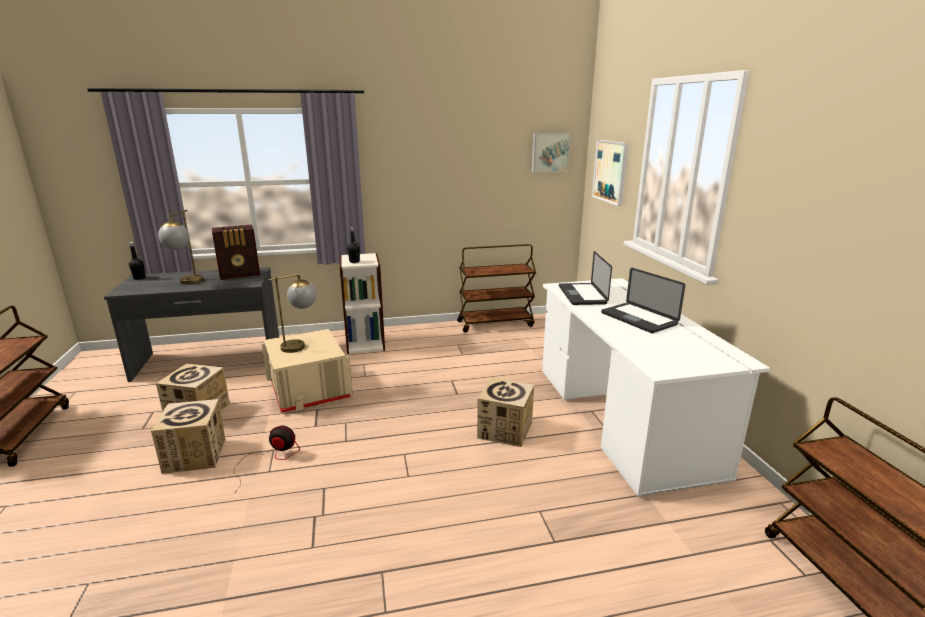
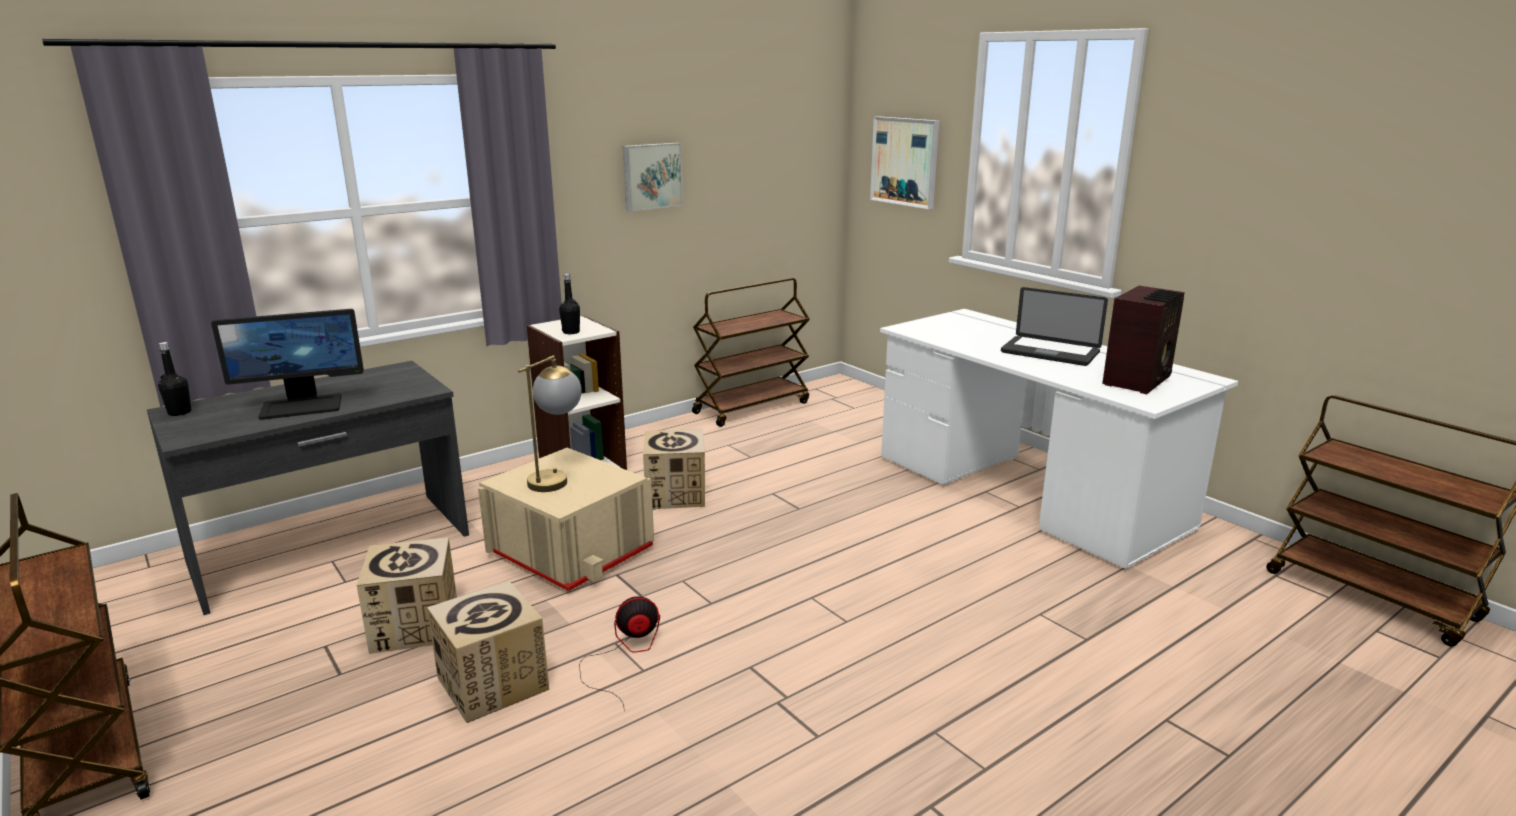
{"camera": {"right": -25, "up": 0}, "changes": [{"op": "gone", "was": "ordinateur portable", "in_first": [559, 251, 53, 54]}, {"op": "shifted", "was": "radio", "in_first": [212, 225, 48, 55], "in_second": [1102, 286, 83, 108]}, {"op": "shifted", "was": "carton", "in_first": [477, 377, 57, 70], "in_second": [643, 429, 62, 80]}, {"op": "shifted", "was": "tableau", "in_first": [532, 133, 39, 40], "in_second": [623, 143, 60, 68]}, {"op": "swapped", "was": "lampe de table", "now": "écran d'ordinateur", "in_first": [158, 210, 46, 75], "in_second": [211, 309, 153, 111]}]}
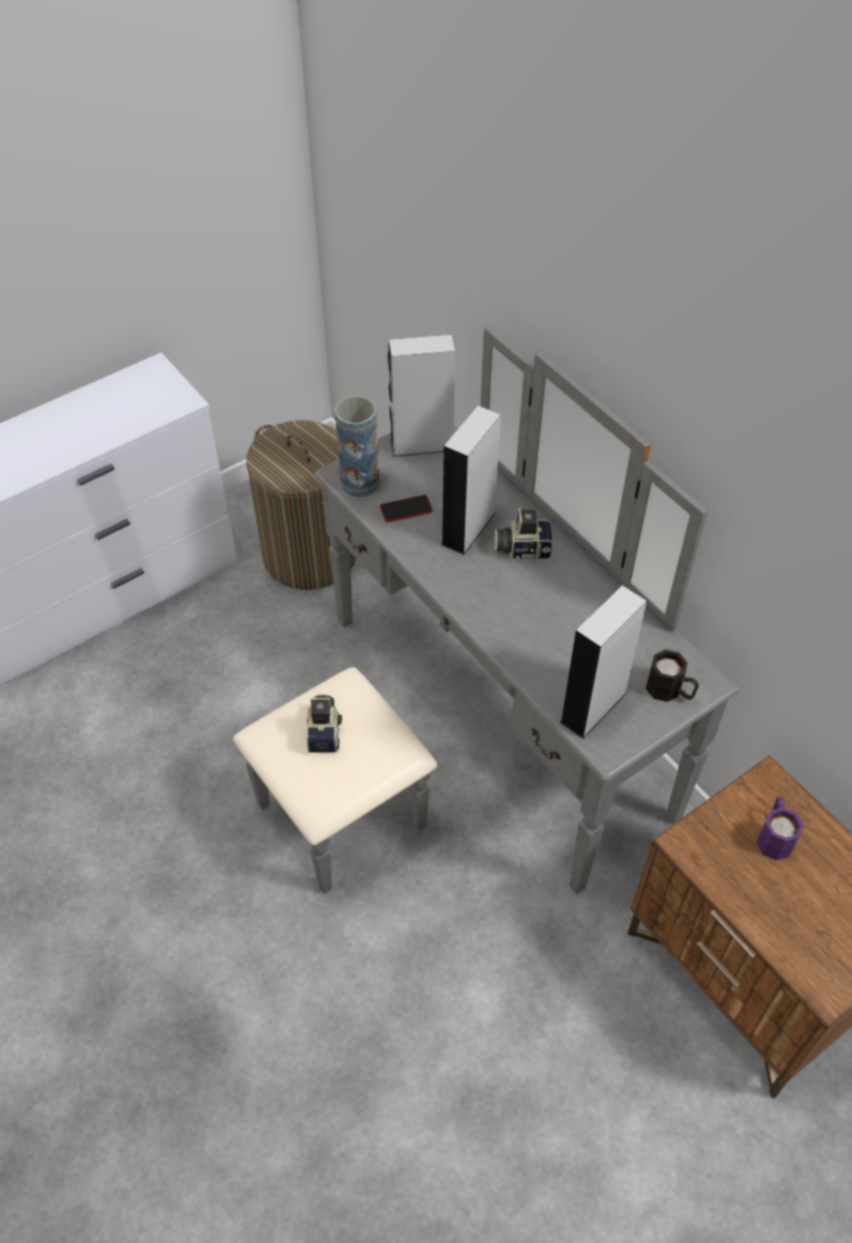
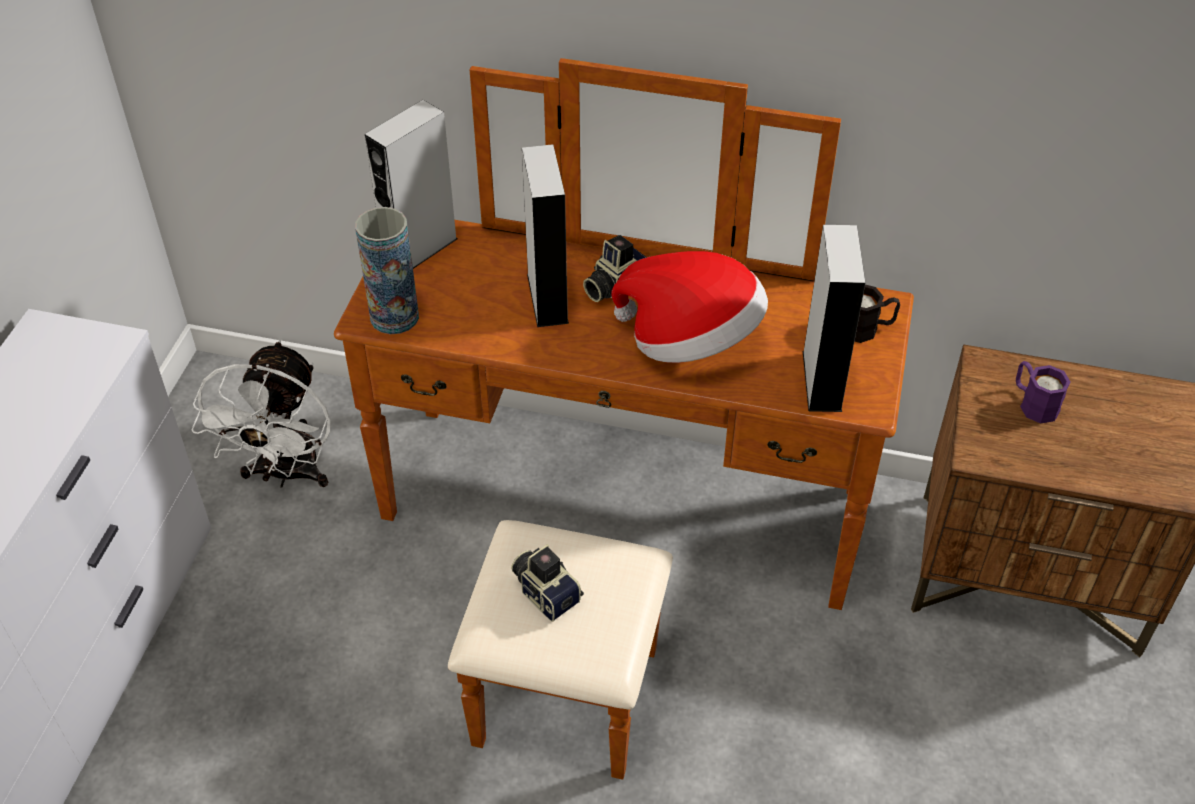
{"camera": {"right": -40, "up": -5}, "changes": [{"op": "gone", "was": "téléphone", "in_first": [380, 495, 53, 27]}, {"op": "new", "now": "chapeau", "in_second": [612, 251, 156, 112]}, {"op": "swapped", "was": "panier à linge", "now": "ventilateur/blanc", "in_first": [246, 420, 110, 170], "in_second": [192, 340, 139, 148]}, {"op": "repainted", "was": "commode/gris", "now": "commode/marron", "in_first": [233, 326, 505, 568], "in_second": [334, 58, 580, 722]}]}
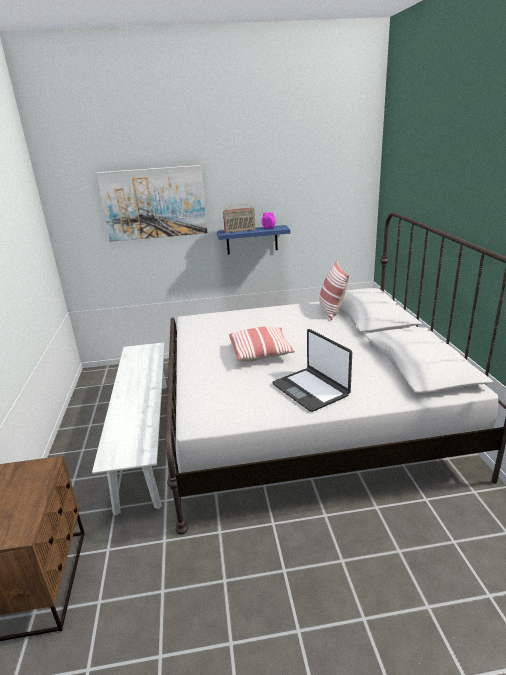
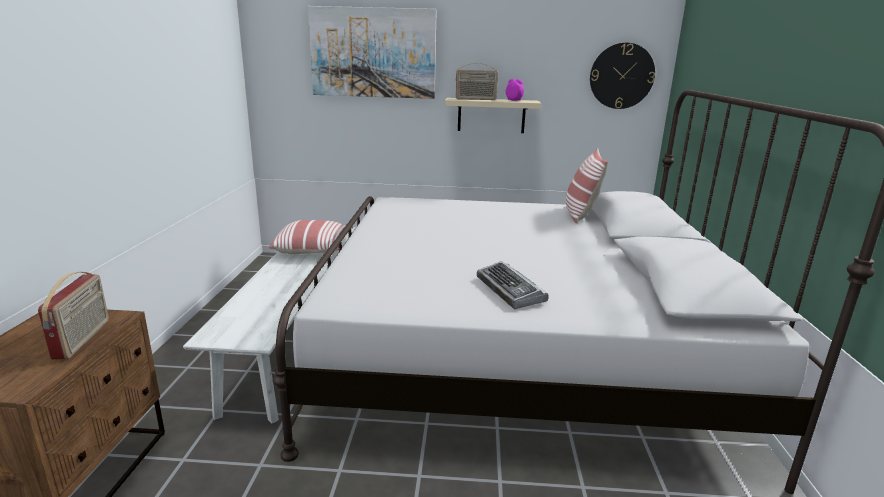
{"camera": {"right": 10, "up": -5}, "changes": [{"op": "new", "now": "radio", "in_second": [38, 272, 71, 87]}, {"op": "new", "now": "horloge murale", "in_second": [590, 43, 65, 66]}, {"op": "shifted", "was": "coussin", "in_first": [229, 326, 66, 36], "in_second": [269, 220, 84, 34]}, {"op": "swapped", "was": "ordinateur portable", "now": "clavier", "in_first": [272, 329, 80, 83], "in_second": [477, 261, 72, 48]}, {"op": "repainted", "was": "étagère/bleu", "now": "étagère/beige", "in_first": [217, 225, 73, 30], "in_second": [445, 98, 97, 35]}]}
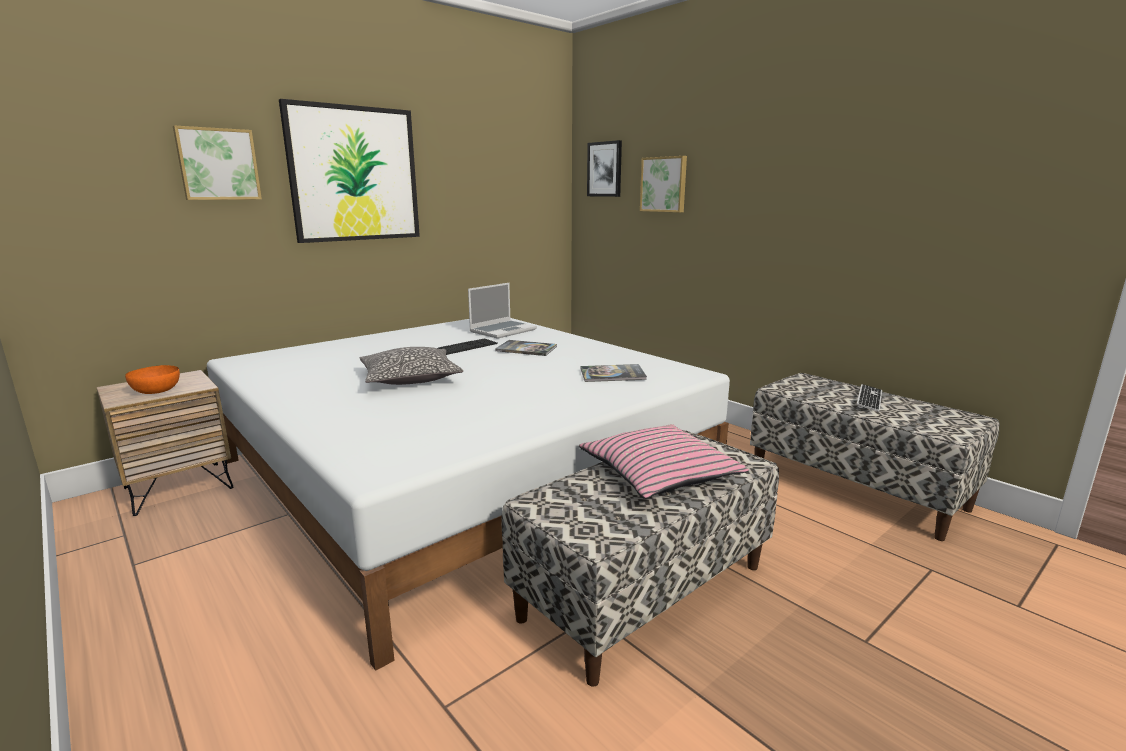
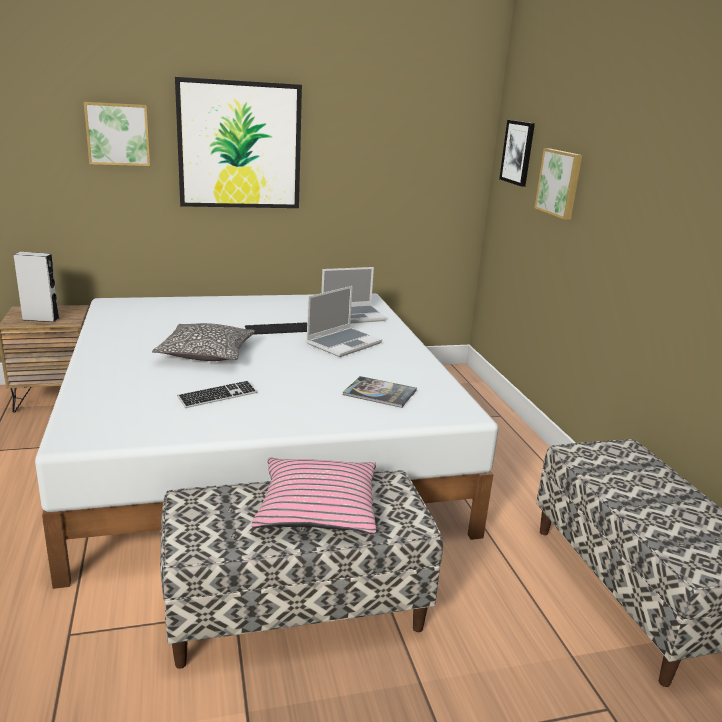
{"camera": {"right": 25, "up": 5}, "changes": [{"op": "shifted", "was": "clavier", "in_first": [856, 384, 26, 28], "in_second": [177, 380, 80, 28]}, {"op": "swapped", "was": "bol/orange", "now": "enceinte/gris", "in_first": [125, 365, 55, 29], "in_second": [14, 252, 45, 70]}, {"op": "swapped", "was": "livre", "now": "ordinateur portable", "in_first": [495, 340, 62, 16], "in_second": [306, 286, 76, 71]}]}
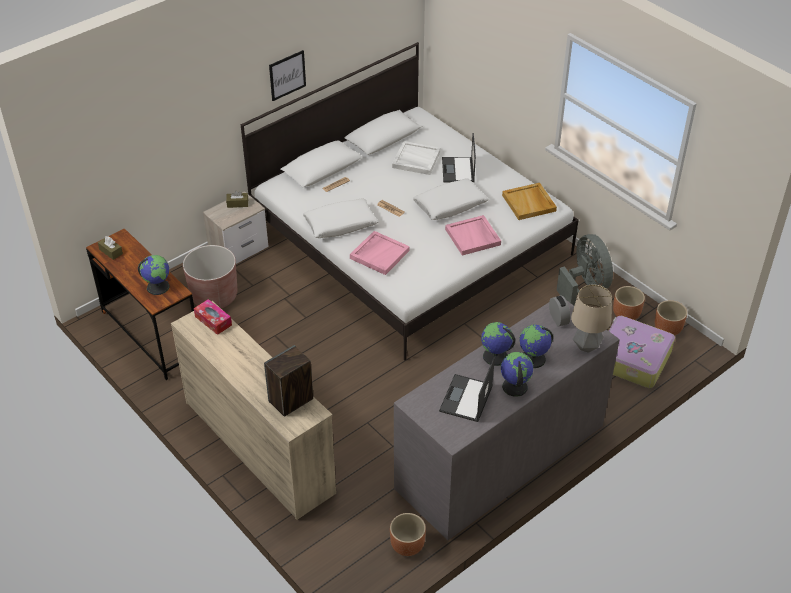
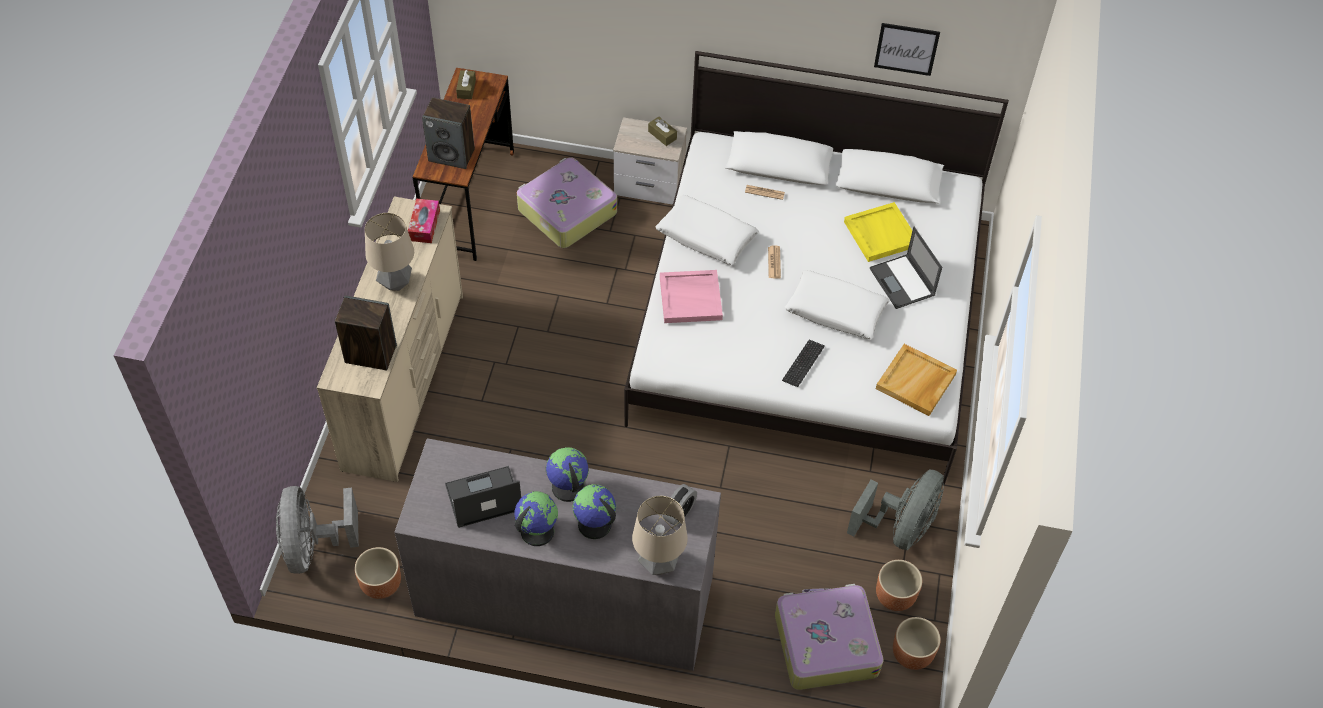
{"camera": {"right": 50, "up": 10}, "changes": [{"op": "new", "now": "ventilateur/gris", "in_second": [276, 486, 83, 88]}, {"op": "new", "now": "lampe de table", "in_second": [365, 213, 49, 78]}, {"op": "shifted", "was": "tableau", "in_first": [269, 50, 37, 51], "in_second": [874, 23, 66, 53]}, {"op": "swapped", "was": "globe", "now": "enceinte", "in_first": [138, 255, 32, 40], "in_second": [422, 97, 53, 72]}, {"op": "swapped", "was": "cache-pot/marron", "now": "valise", "in_first": [183, 245, 54, 63], "in_second": [517, 157, 100, 91]}, {"op": "swapped", "was": "plateau/rose", "now": "clavier", "in_first": [445, 215, 56, 41], "in_second": [782, 339, 43, 48]}, {"op": "repainted", "was": "plateau/blanc", "now": "plateau/jaune", "in_first": [392, 141, 49, 34], "in_second": [844, 202, 69, 60]}, {"op": "rotated", "was": "ordinateur portable", "in_first": [442, 133, 34, 49], "in_second": [870, 227, 72, 82], "clockwise": -75}]}
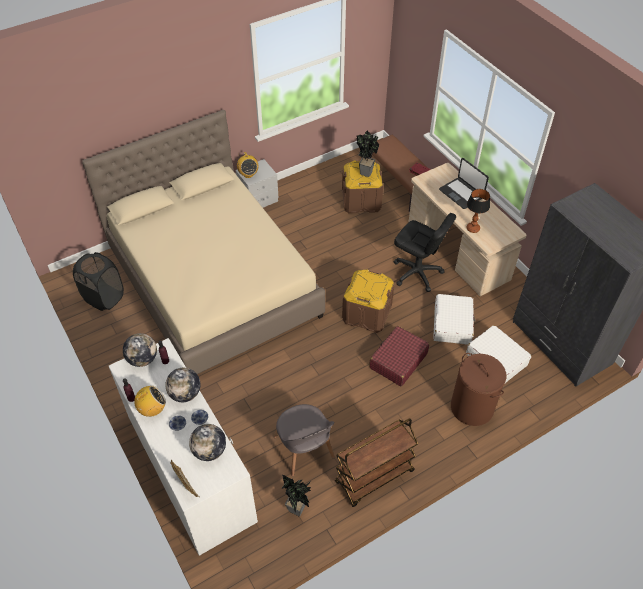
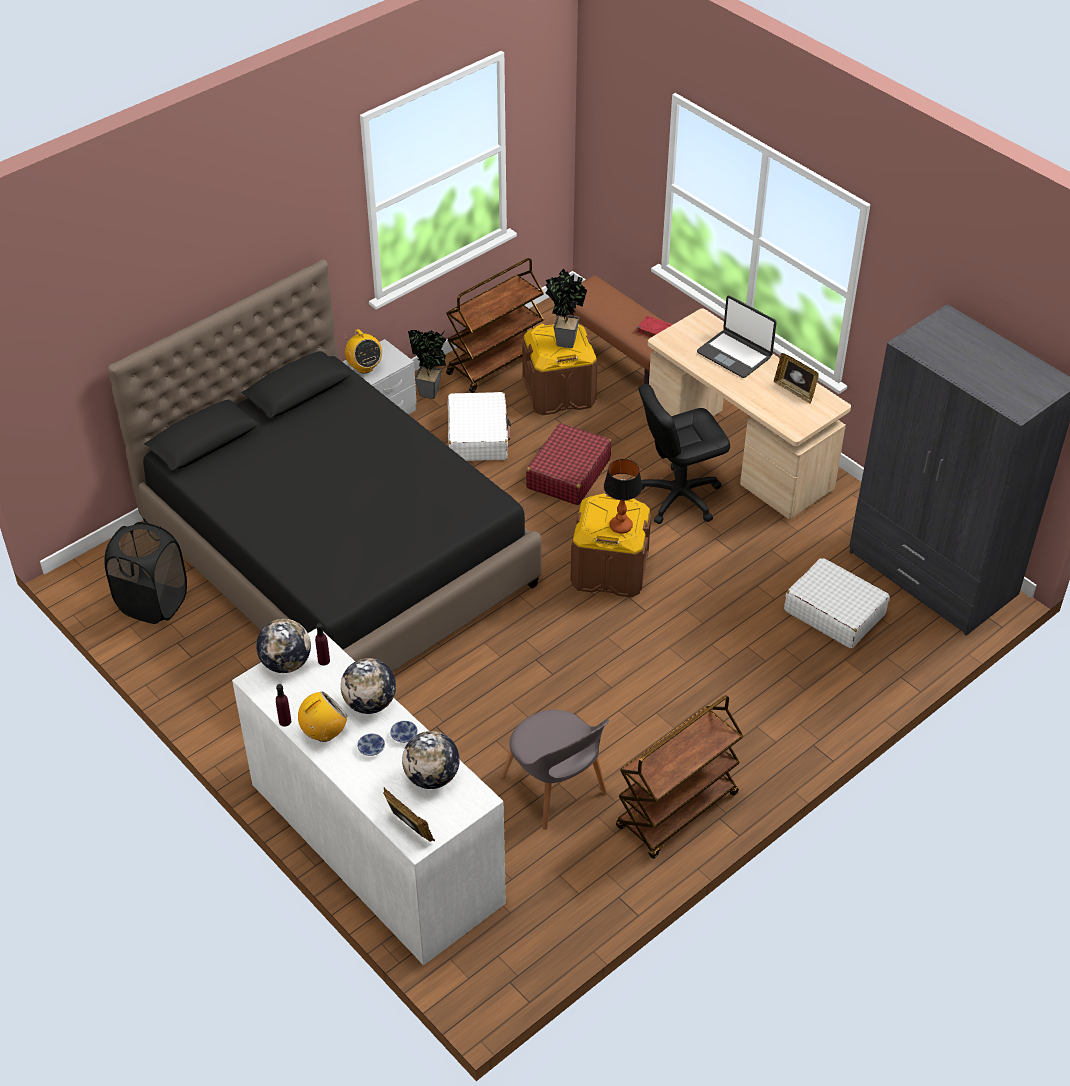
{"camera": {"right": -10, "up": -5}, "changes": [{"op": "gone", "was": "panier à linge/marron", "in_first": [451, 353, 55, 73]}, {"op": "new", "now": "chariot/marron", "in_second": [446, 258, 98, 135]}, {"op": "new", "now": "cadre photo", "in_second": [774, 353, 45, 51]}, {"op": "shifted", "was": "plante en pot", "in_first": [281, 474, 30, 42], "in_second": [408, 330, 38, 69]}, {"op": "shifted", "was": "valise/rouge", "in_first": [369, 326, 60, 60], "in_second": [526, 423, 85, 82]}, {"op": "shifted", "was": "valise/blanc", "in_first": [433, 294, 42, 51], "in_second": [448, 392, 63, 69]}, {"op": "shifted", "was": "lampe de table", "in_first": [467, 189, 23, 44], "in_second": [604, 459, 38, 75]}, {"op": "repainted", "was": "lit/beige", "now": "lit/noir", "in_first": [82, 110, 243, 264], "in_second": [107, 260, 435, 412]}, {"op": "rotated", "was": "chaise de bureau/noir", "in_first": [394, 213, 62, 79], "in_second": [638, 384, 92, 140], "clockwise": 135}]}
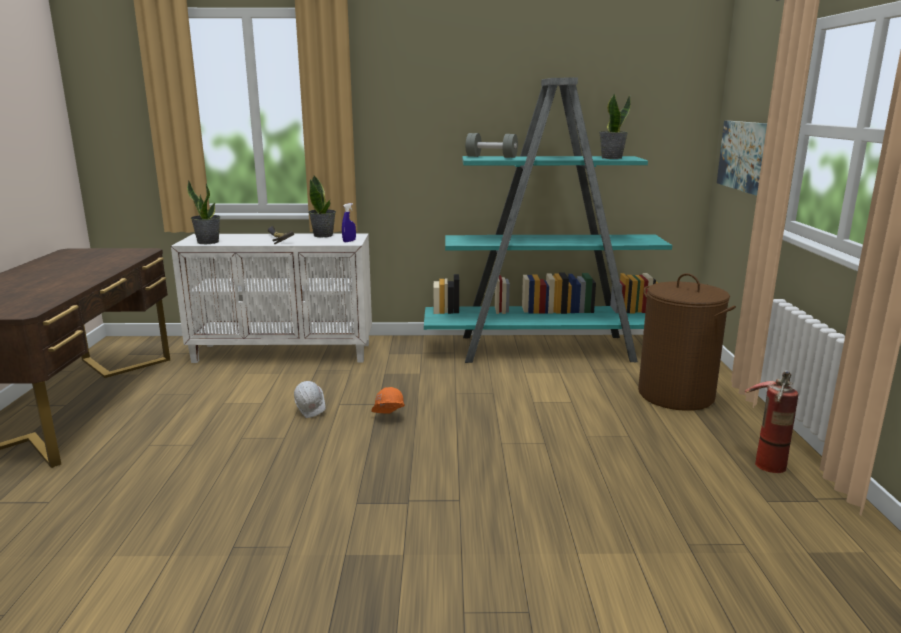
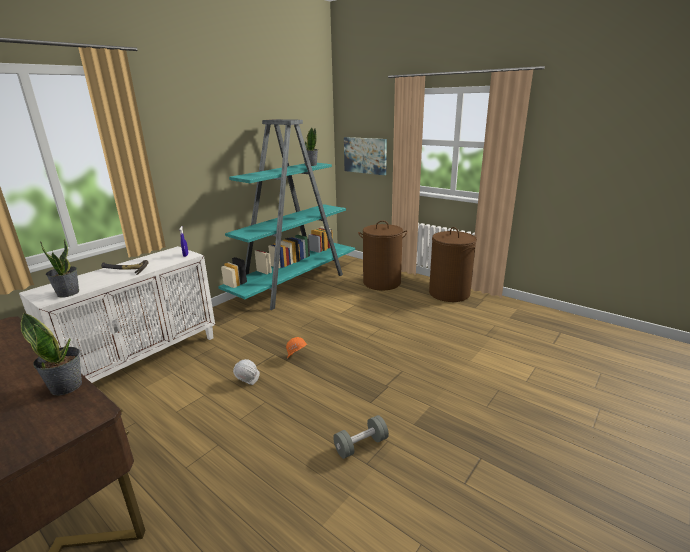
{"camera": {"right": -50, "up": 5}, "changes": [{"op": "shifted", "was": "plante en pot", "in_first": [309, 175, 27, 62], "in_second": [20, 312, 62, 84]}, {"op": "shifted", "was": "haltère/gris", "in_first": [466, 133, 52, 25], "in_second": [333, 415, 56, 44]}, {"op": "swapped", "was": "extincteur", "now": "panier à linge/marron", "in_first": [744, 370, 54, 103], "in_second": [429, 227, 48, 75]}]}
